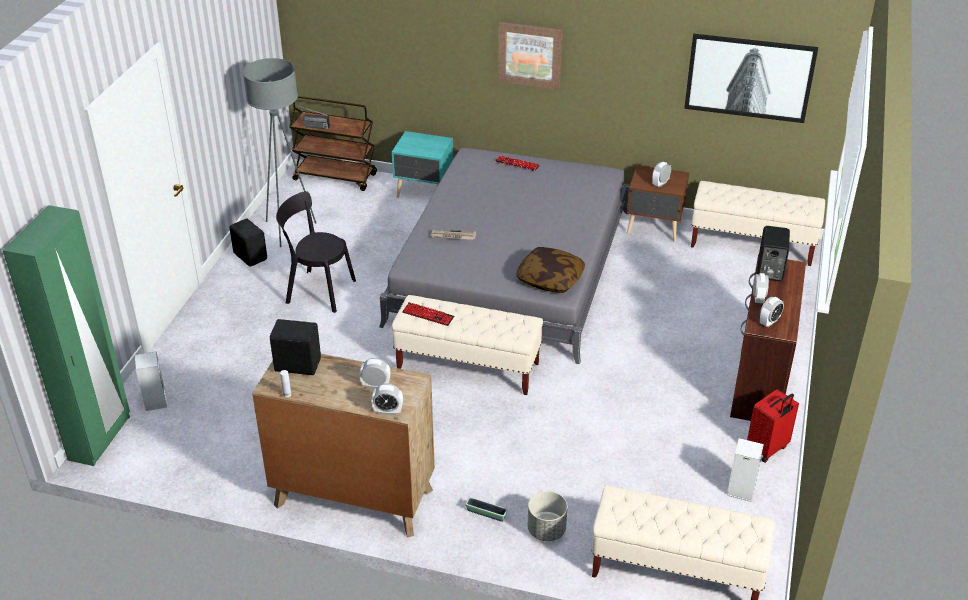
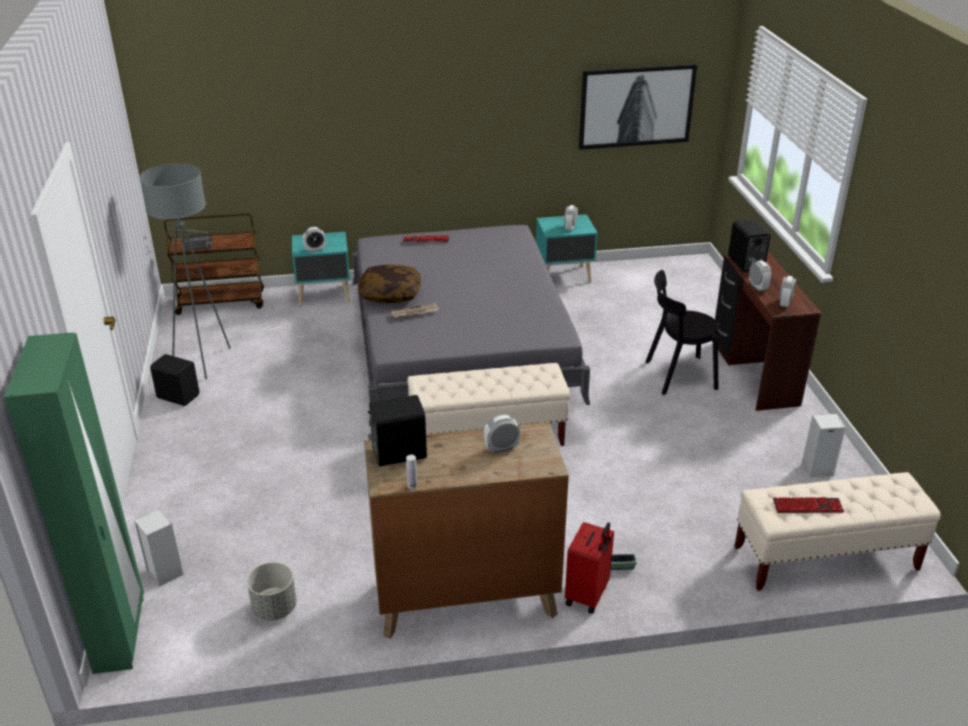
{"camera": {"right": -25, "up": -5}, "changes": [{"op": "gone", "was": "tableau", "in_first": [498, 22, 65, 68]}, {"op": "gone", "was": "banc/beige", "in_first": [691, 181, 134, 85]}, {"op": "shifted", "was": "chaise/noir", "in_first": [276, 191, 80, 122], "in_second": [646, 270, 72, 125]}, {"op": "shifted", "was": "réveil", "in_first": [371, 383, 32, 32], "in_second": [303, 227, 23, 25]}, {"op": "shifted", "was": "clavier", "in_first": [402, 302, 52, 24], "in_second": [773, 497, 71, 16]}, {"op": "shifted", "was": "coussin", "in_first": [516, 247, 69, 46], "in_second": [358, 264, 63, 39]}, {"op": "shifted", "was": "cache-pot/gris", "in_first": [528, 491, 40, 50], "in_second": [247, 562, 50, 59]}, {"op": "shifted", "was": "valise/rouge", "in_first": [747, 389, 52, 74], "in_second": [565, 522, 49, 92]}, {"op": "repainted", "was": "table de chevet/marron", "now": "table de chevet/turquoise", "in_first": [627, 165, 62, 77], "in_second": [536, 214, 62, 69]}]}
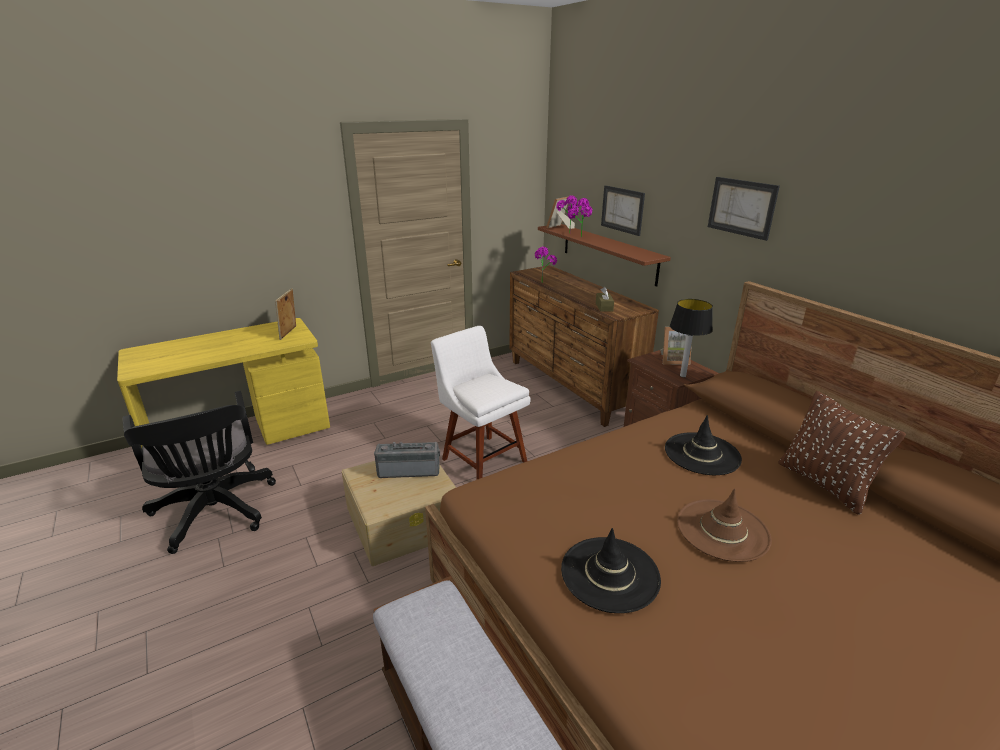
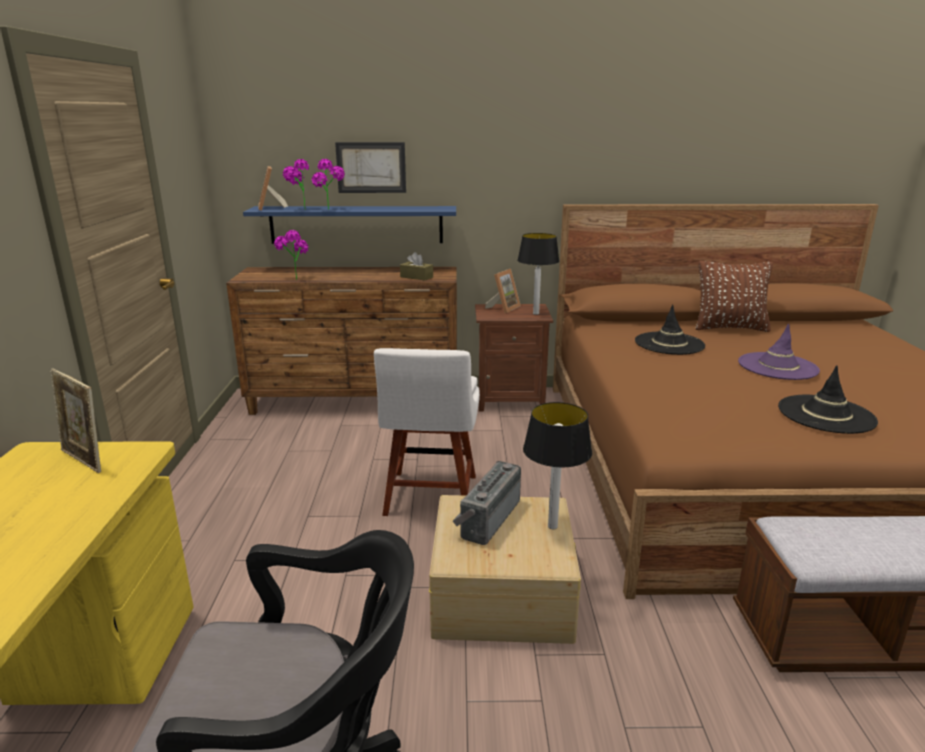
{"camera": {"right": -60, "up": -5}, "changes": [{"op": "gone", "was": "tableau", "in_first": [708, 177, 72, 64]}, {"op": "new", "now": "lampe de table", "in_second": [523, 402, 69, 127]}, {"op": "repainted", "was": "étagère/marron", "now": "étagère/bleu", "in_first": [538, 224, 133, 63], "in_second": [243, 206, 213, 38]}, {"op": "repainted", "was": "chapeau/marron", "now": "chapeau/violet", "in_first": [677, 488, 95, 74], "in_second": [738, 323, 82, 57]}, {"op": "rotated", "was": "chaise/blanc", "in_first": [431, 326, 100, 153], "in_second": [374, 348, 106, 168], "clockwise": -75}]}
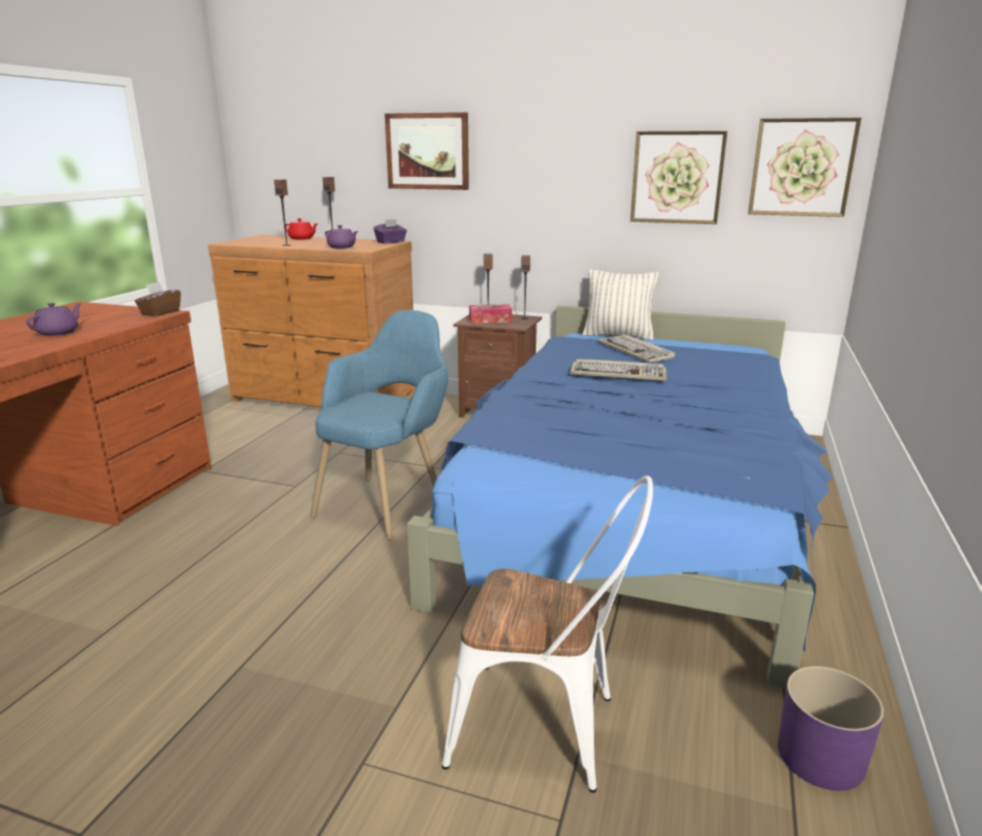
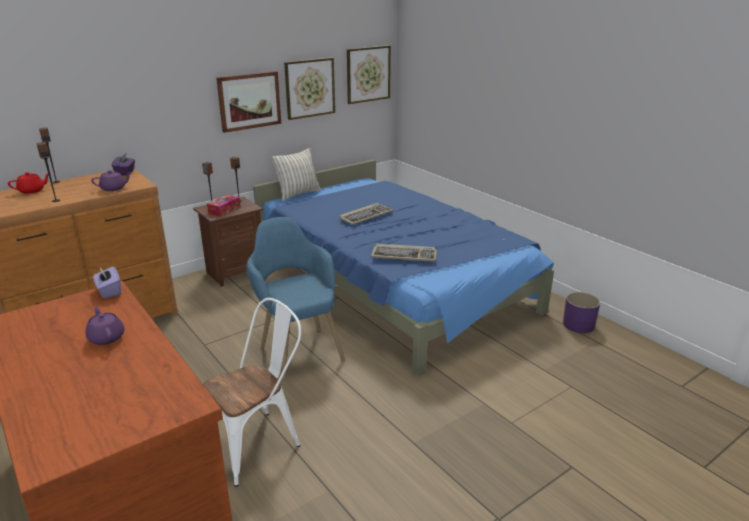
{"camera": {"right": -55, "up": 5}, "changes": [{"op": "shifted", "was": "tableau", "in_first": [385, 112, 84, 78], "in_second": [216, 71, 65, 62]}, {"op": "shifted", "was": "chaise/blanc", "in_first": [442, 476, 211, 317], "in_second": [203, 298, 98, 189]}, {"op": "shifted", "was": "clavier", "in_first": [598, 334, 77, 29], "in_second": [371, 244, 66, 18]}, {"op": "repainted", "was": "boîte à mouchoirs/marron", "now": "boîte à mouchoirs/violet", "in_first": [135, 282, 46, 34], "in_second": [93, 267, 28, 32]}]}
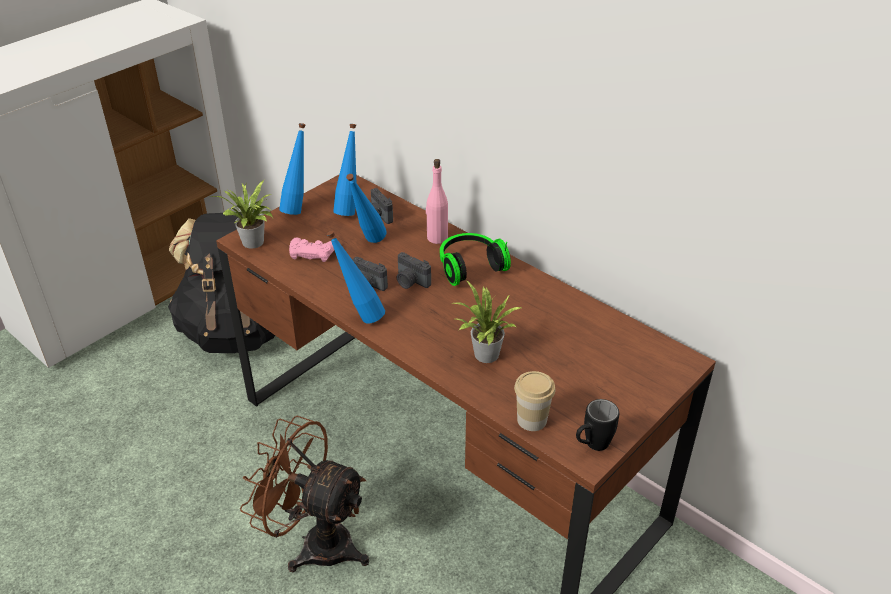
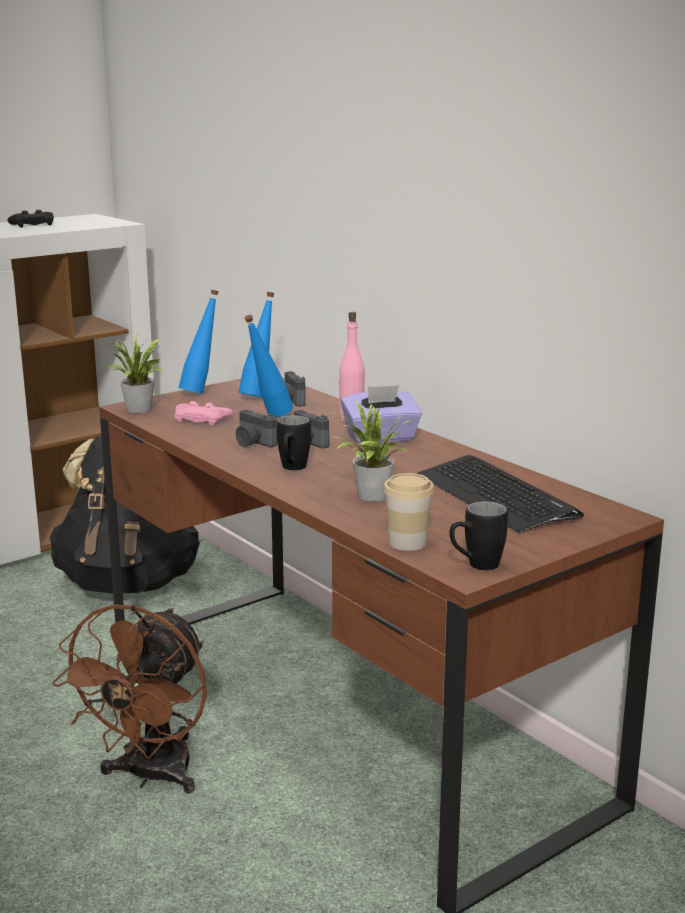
{"camera": {"right": 10, "up": -20}, "changes": [{"op": "gone", "was": "bouteille/bleu", "in_first": [327, 231, 58, 93]}, {"op": "new", "now": "manette/noir", "in_second": [7, 210, 47, 17]}, {"op": "new", "now": "mug/noir", "in_second": [277, 415, 34, 55]}, {"op": "new", "now": "clavier", "in_second": [417, 455, 167, 78]}, {"op": "swapped", "was": "casque audio", "now": "boîte à mouchoirs/violet", "in_first": [440, 233, 71, 53], "in_second": [341, 385, 81, 59]}, {"op": "rotated", "was": "ventilateur/marron", "in_first": [240, 416, 129, 156], "in_second": [52, 604, 155, 190], "clockwise": -105}]}
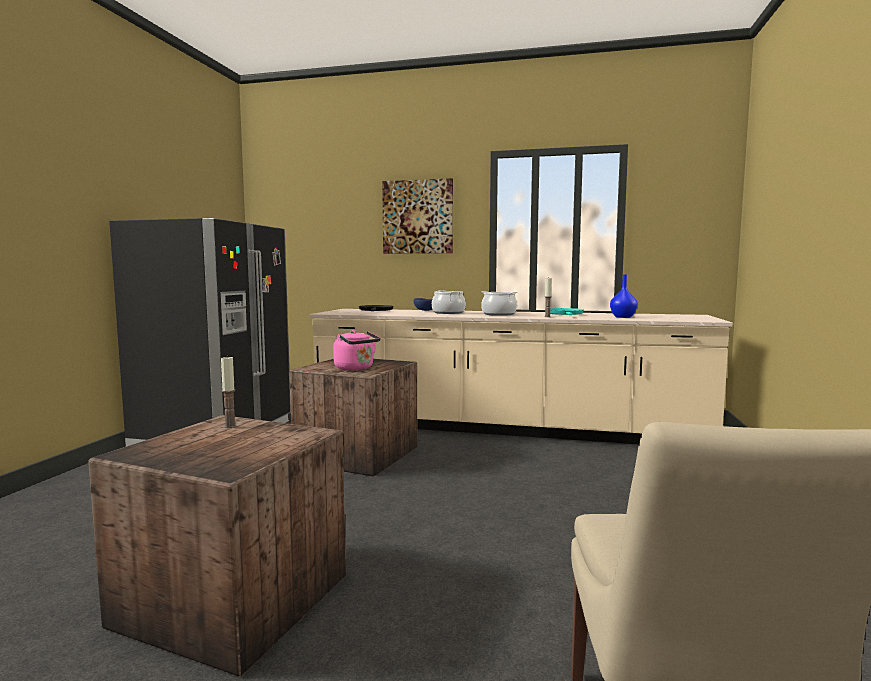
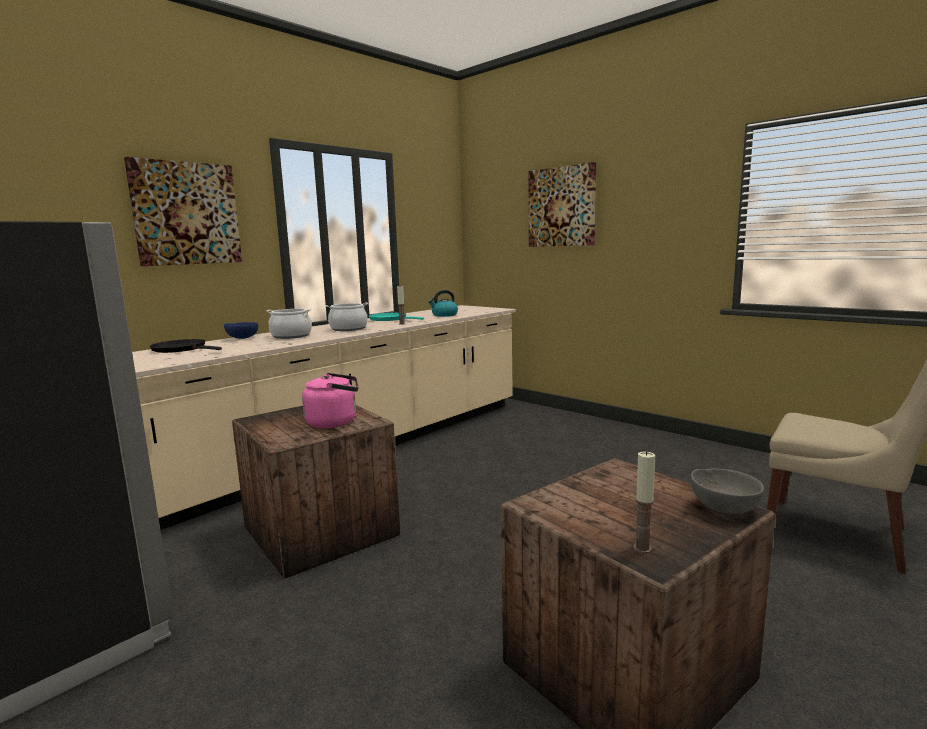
{"camera": {"right": -60, "up": 5}, "changes": [{"op": "new", "now": "tableau", "in_second": [529, 162, 67, 85]}, {"op": "new", "now": "bol/gris", "in_second": [691, 469, 73, 45]}, {"op": "shifted", "was": "bougie", "in_first": [221, 357, 16, 71], "in_second": [634, 451, 21, 102]}, {"op": "swapped", "was": "vase/bleu", "now": "bouilloire", "in_first": [610, 275, 28, 43], "in_second": [428, 290, 30, 27]}]}
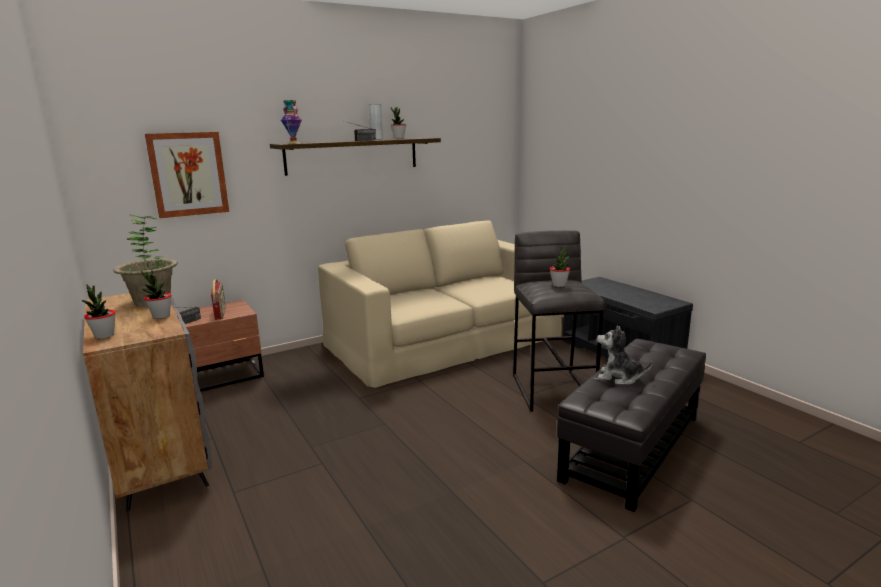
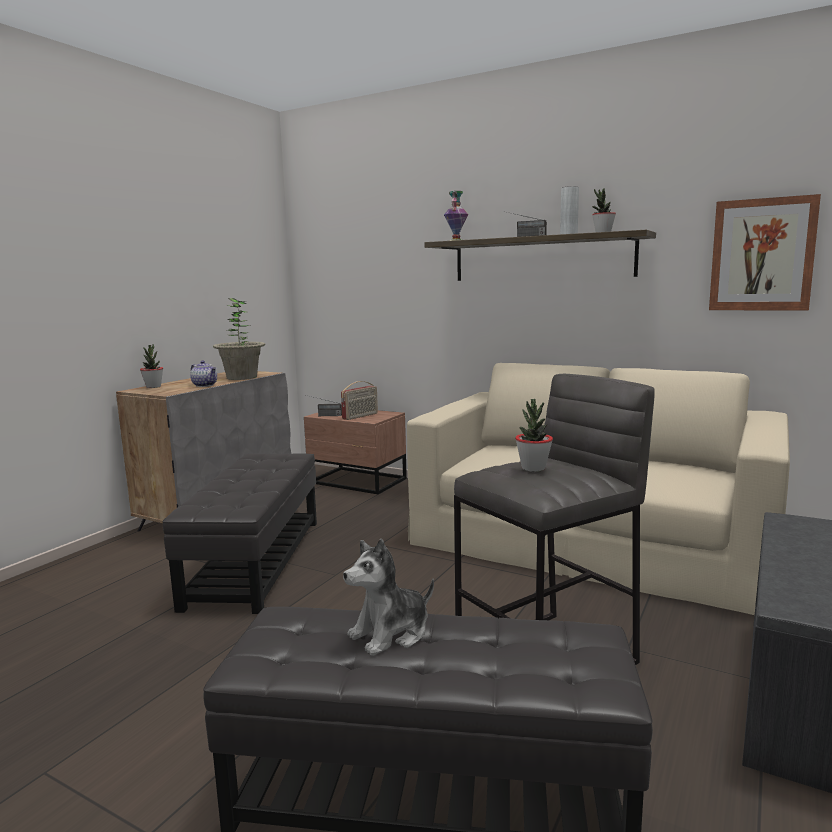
{"camera": {"right": 60, "up": -5}, "changes": [{"op": "new", "now": "pouf/noir", "in_second": [162, 454, 155, 160]}, {"op": "shifted", "was": "tableau", "in_first": [145, 132, 84, 86], "in_second": [709, 194, 112, 116]}, {"op": "swapped", "was": "plante en pot", "now": "théière", "in_first": [141, 270, 31, 49], "in_second": [190, 360, 27, 27]}, {"op": "rotated", "was": "peluche", "in_first": [597, 325, 55, 60], "in_second": [343, 539, 91, 117], "clockwise": -120}]}
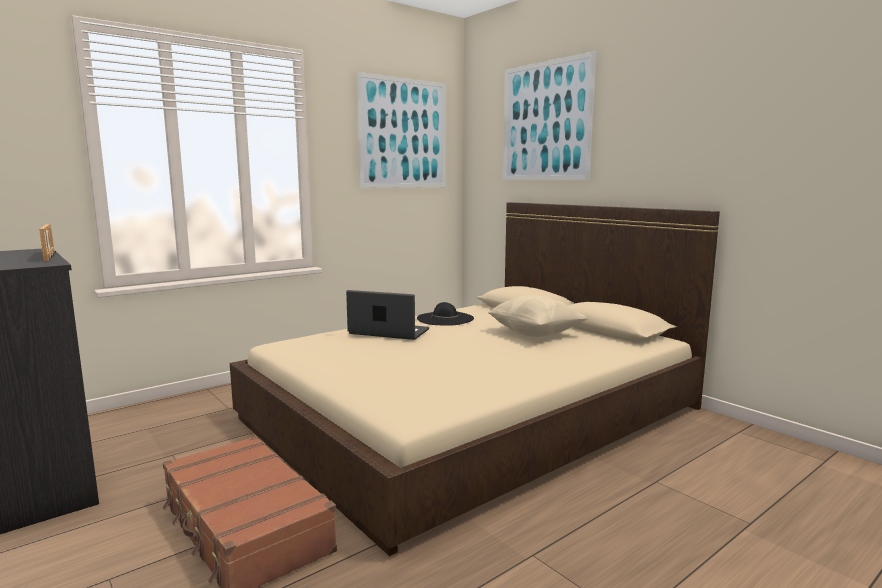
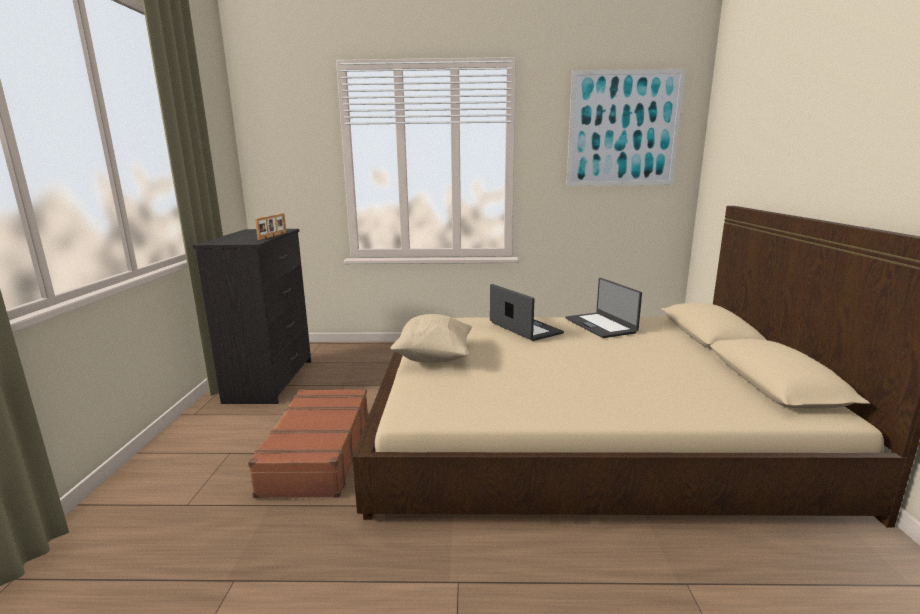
{"camera": {"right": 40, "up": 5}, "changes": [{"op": "gone", "was": "tableau", "in_first": [503, 51, 93, 129]}, {"op": "shifted", "was": "coussin/beige", "in_first": [488, 295, 100, 42], "in_second": [390, 314, 82, 49]}, {"op": "swapped", "was": "chapeau/noir", "now": "ordinateur portable", "in_first": [417, 302, 57, 24], "in_second": [566, 278, 76, 60]}]}
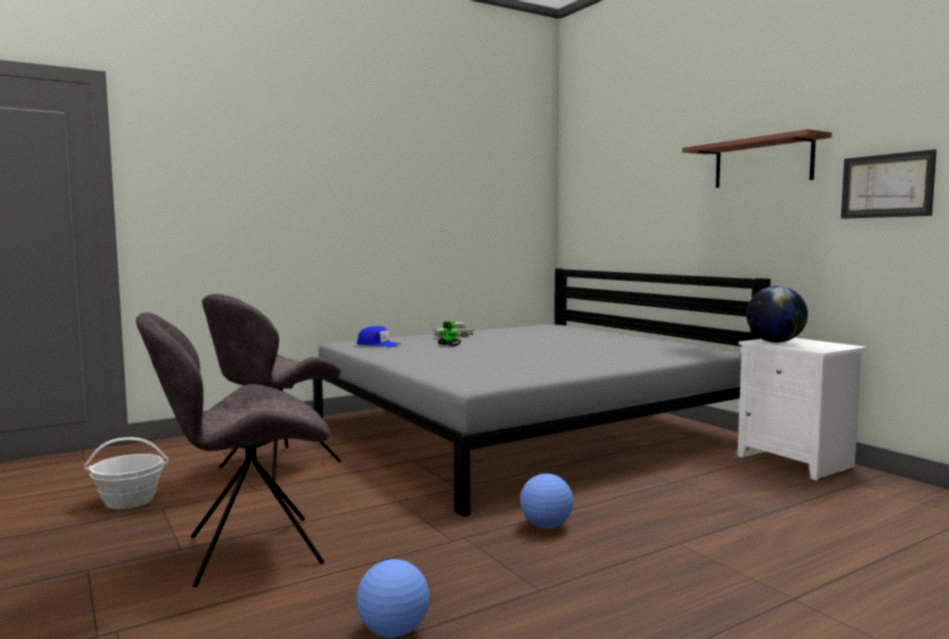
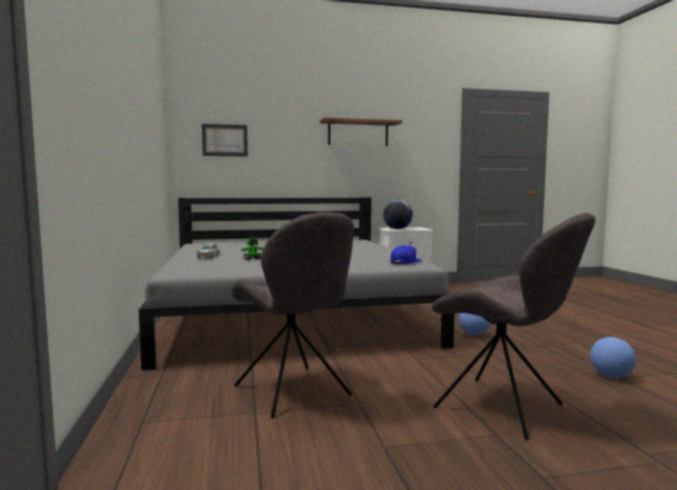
{"camera": {"right": -70, "up": 0}, "changes": [{"op": "gone", "was": "panier", "in_first": [84, 437, 85, 72]}, {"op": "shifted", "was": "casquette/bleu", "in_first": [357, 326, 43, 21], "in_second": [390, 245, 32, 19]}, {"op": "shifted", "was": "tableau", "in_first": [841, 149, 96, 70], "in_second": [202, 124, 46, 33]}, {"op": "rotated", "was": "chaise/gris", "in_first": [136, 312, 194, 275], "in_second": [431, 213, 165, 227], "clockwise": -45}]}
